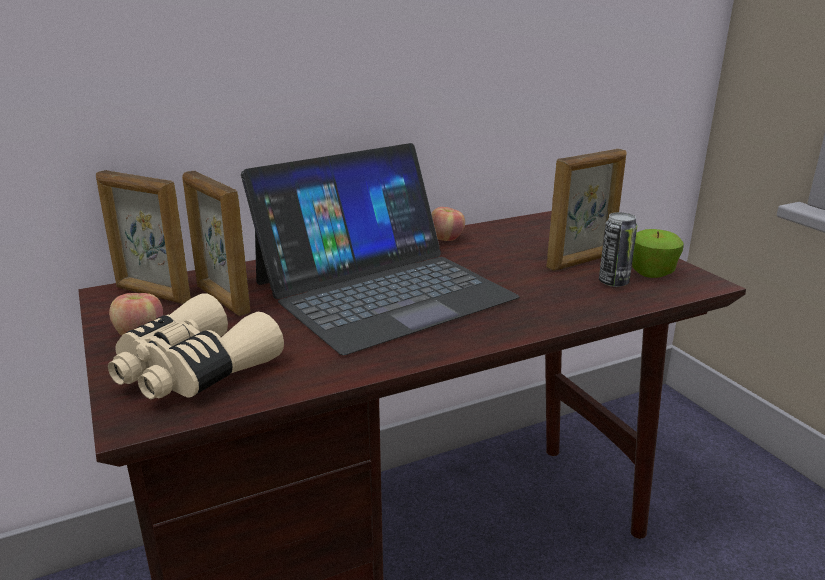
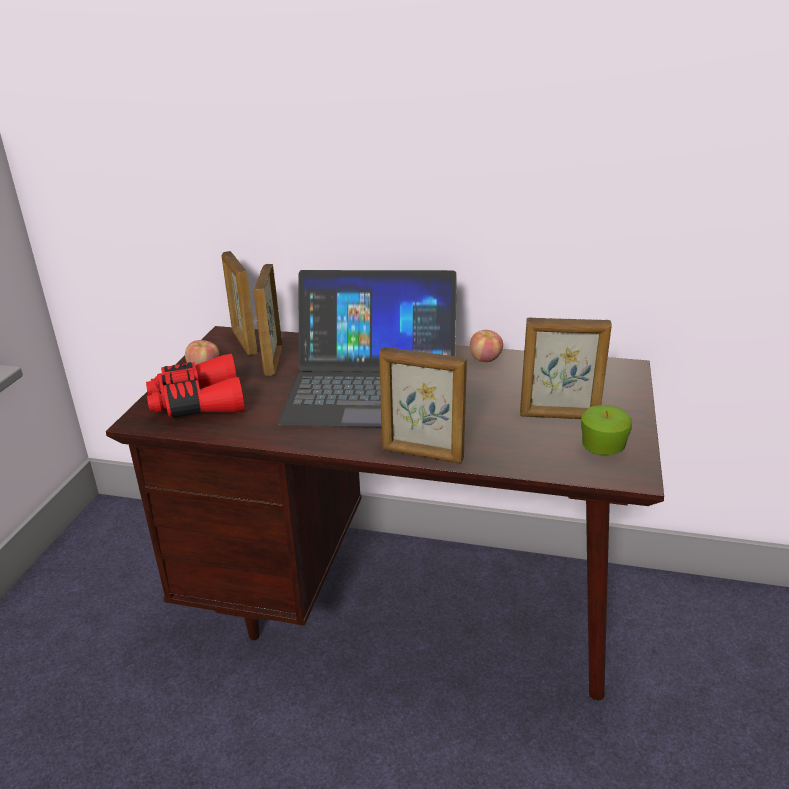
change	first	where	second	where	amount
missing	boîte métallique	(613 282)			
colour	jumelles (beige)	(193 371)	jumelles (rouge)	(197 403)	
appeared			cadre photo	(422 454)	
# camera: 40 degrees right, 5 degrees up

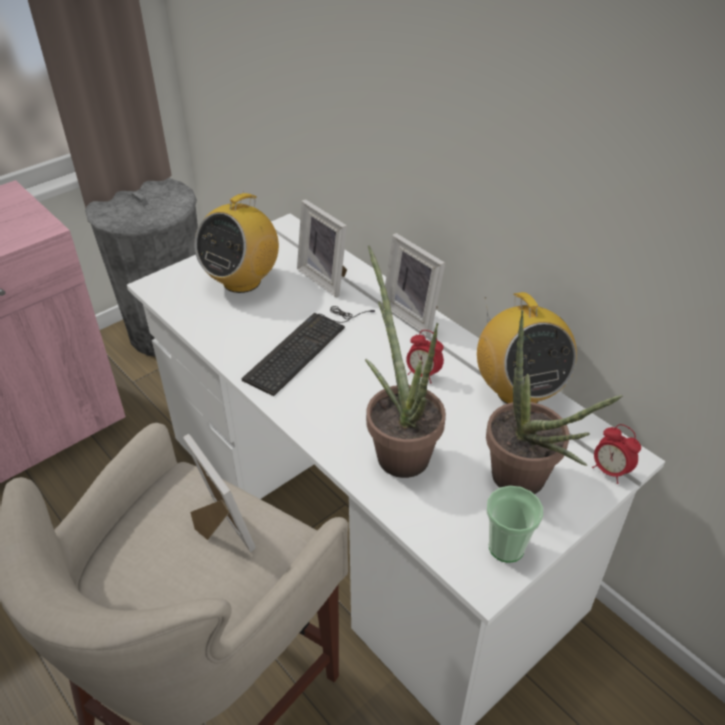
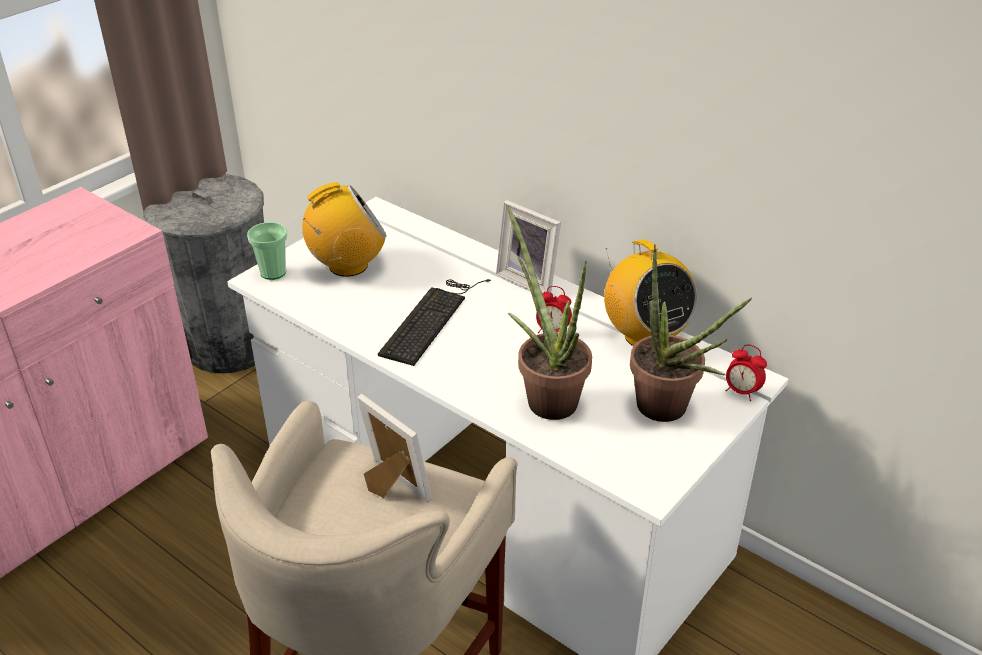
change	first	where	second	where	amount
spun	radio	(242 281)		(347 266)	135 degrees counterclockwise
missing	cadre photo	(326 278)			
relocated	tasse	(506 547)		(273 272)	
# camera: 10 degrees left, 5 degrees down

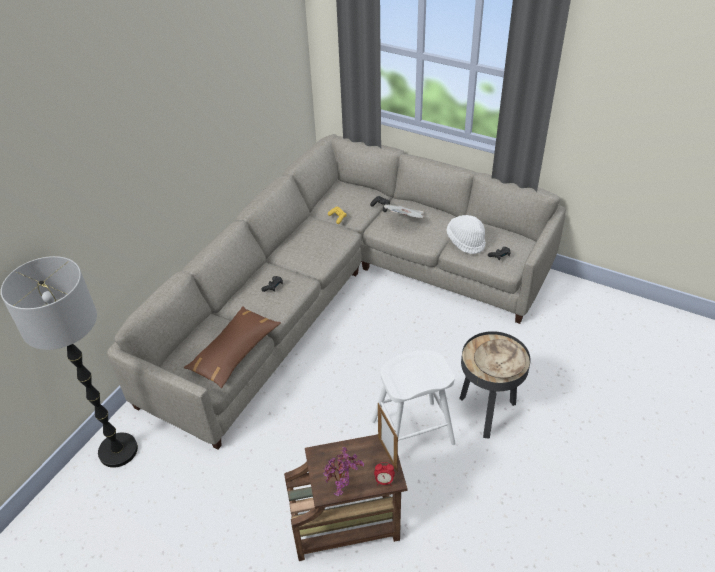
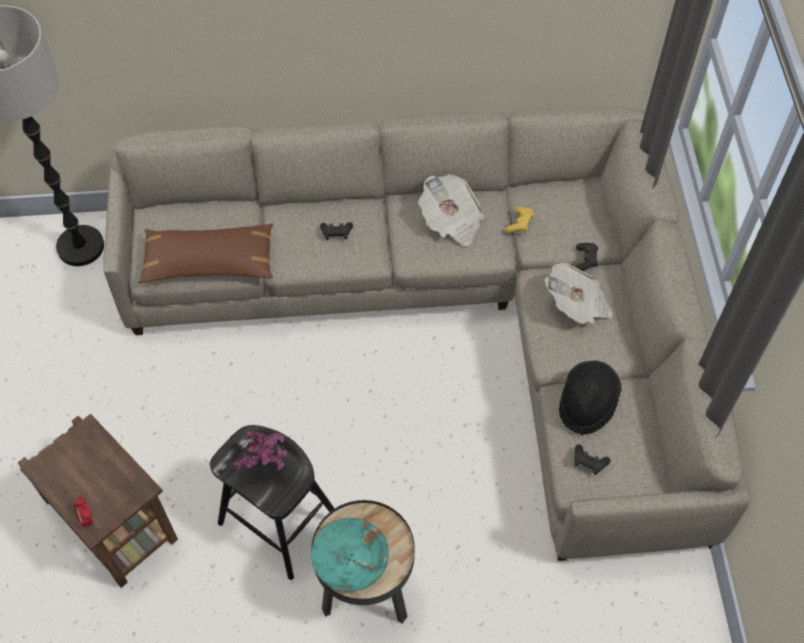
change	first	where	second	where	amount
colour	chapeau (blanc)	(466 241)	chapeau (noir)	(587 403)	
colour	bol (beige)	(498 366)	bol (turquoise)	(351 560)	
colour	tabouret (blanc)	(412 432)	tabouret (noir)	(279 521)	
missing	cadre photo	(387 454)			
relocated	plante en pot	(343 485)		(267 466)	
appeared			journal	(451 221)	
# camera: 55 degrees right, 15 degrees up

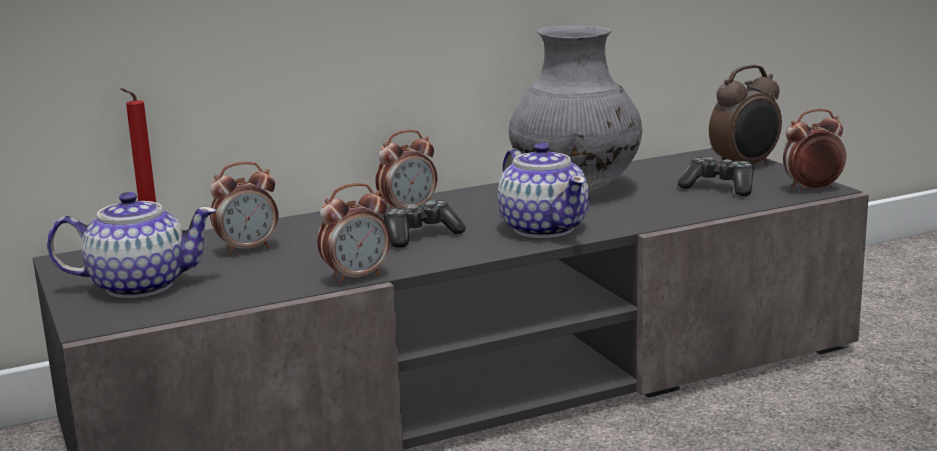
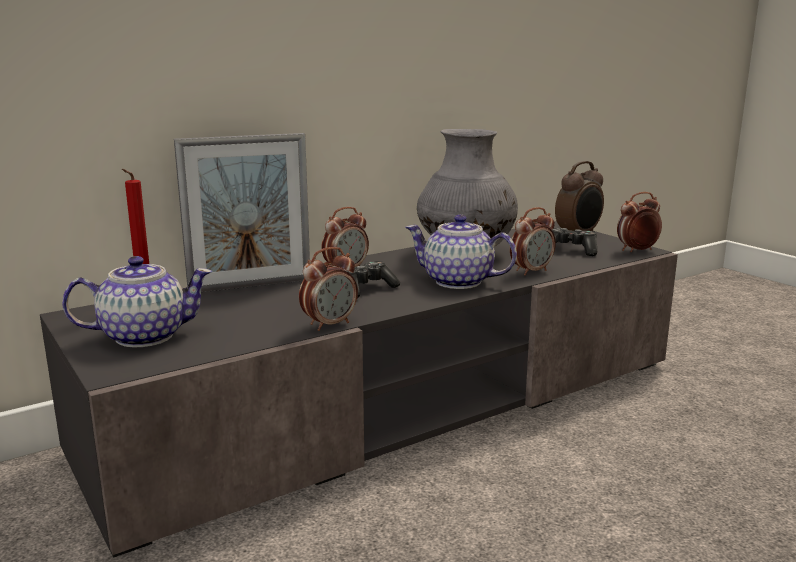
change	first	where	second	where	amount
spun	théière	(544 228)		(458 282)	150 degrees clockwise
relocated	réveil	(248 249)		(531 271)	
appeared			cadre photo	(250 285)	
# camera: 10 degrees left, 0 degrees up

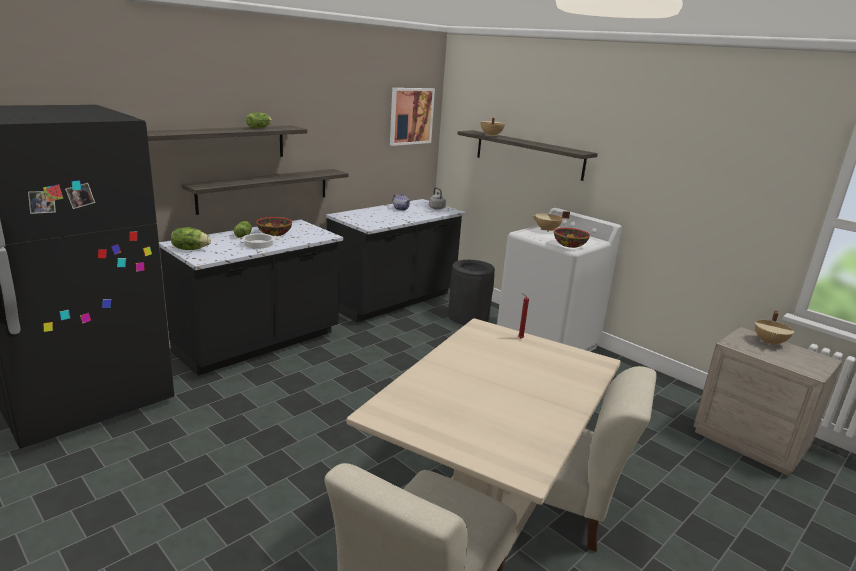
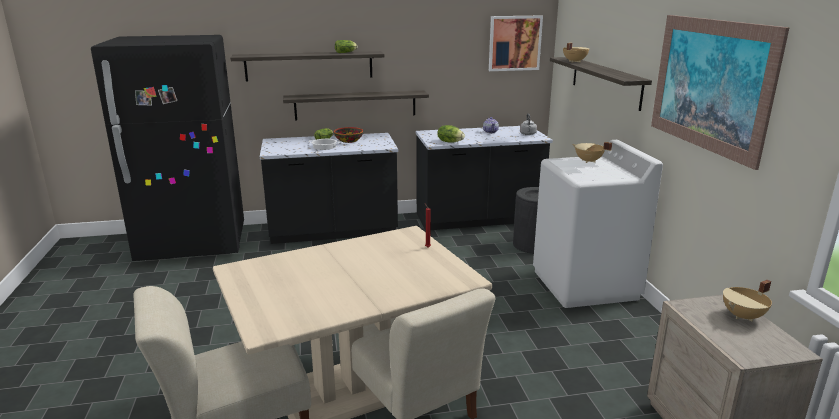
change	first	where	second	where	amount
relocated	laitue	(190 249)		(450 142)	
missing	bol	(569 245)			
appeared			tableau	(710 85)	
# camera: 35 degrees right, 0 degrees up

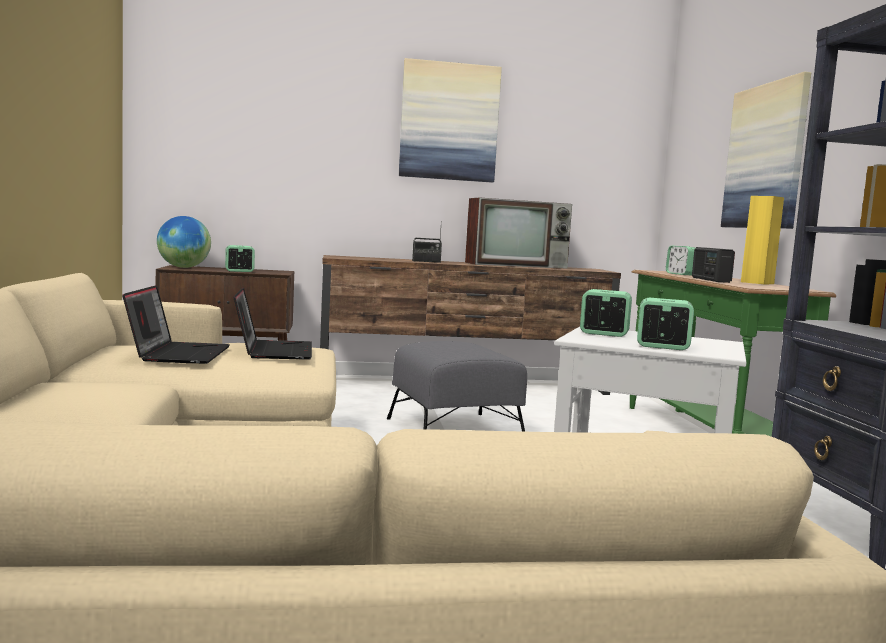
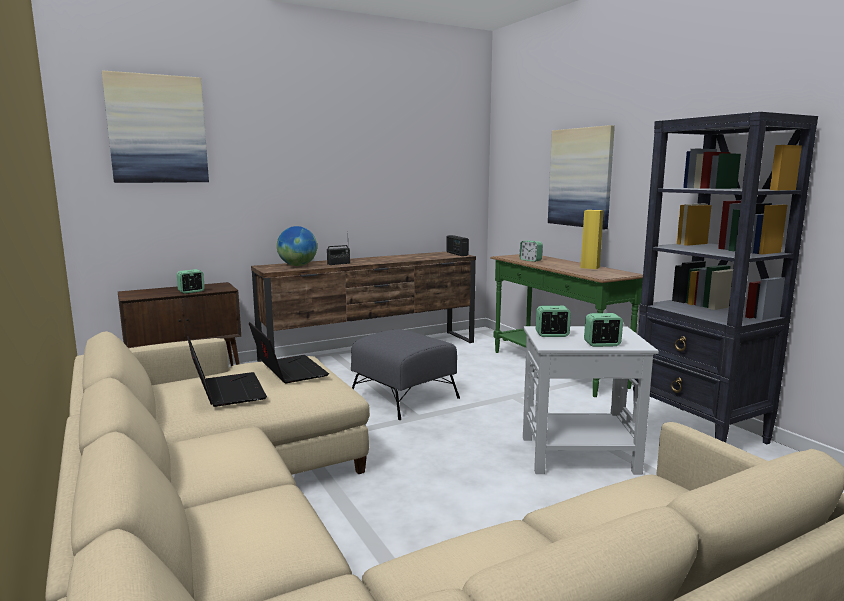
change	first	where	second	where	amount
relocated	tableau	(449 122)		(157 129)	
missing	téléviseur	(517 265)			
relocated	globe	(183 267)		(297 265)	
relocated	radio	(710 280)		(456 254)	
# camera: 20 degrees left, 5 degrees up

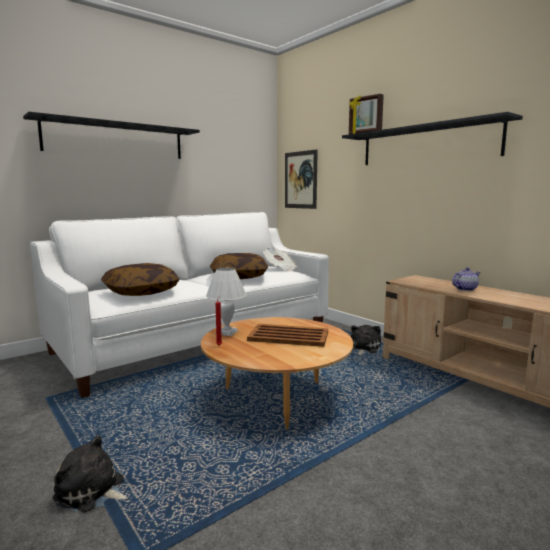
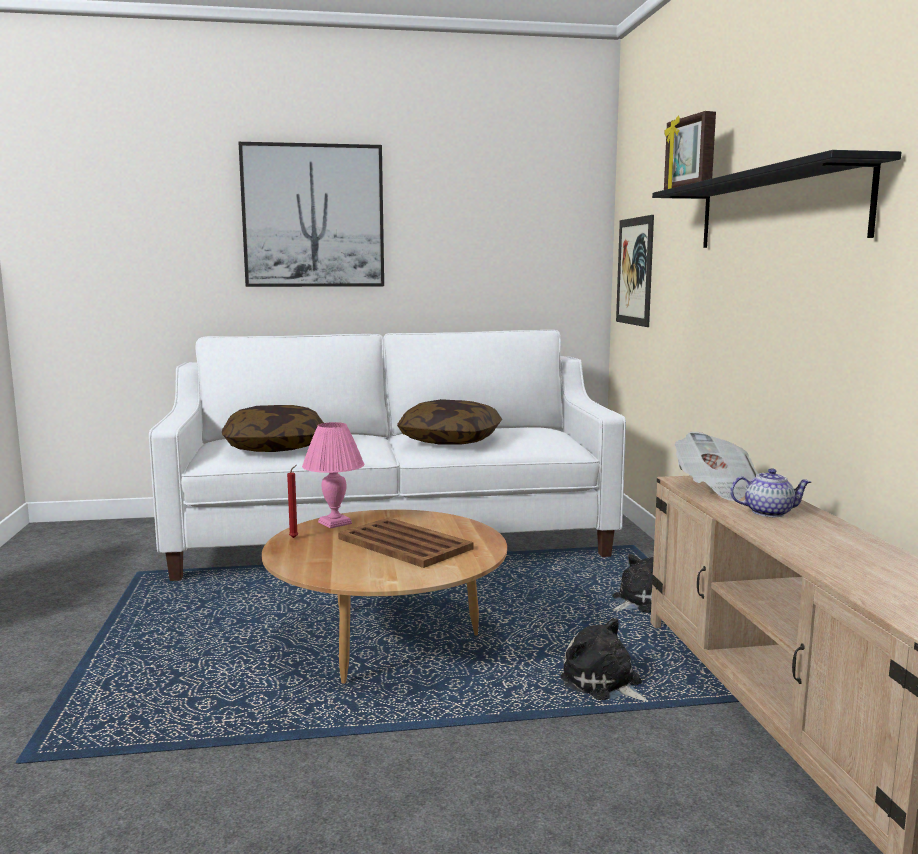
change	first	where	second	where	amount
exchanged	étagère (noir)	(116 140)	tableau	(313 216)	
relocated	journal	(280 268)		(716 488)	
colour	lampe de table (blanc)	(226 332)	lampe de table (rose)	(334 523)	
relocated	peluche	(92 492)		(604 684)	
# camera: 30 degrees right, 0 degrees up

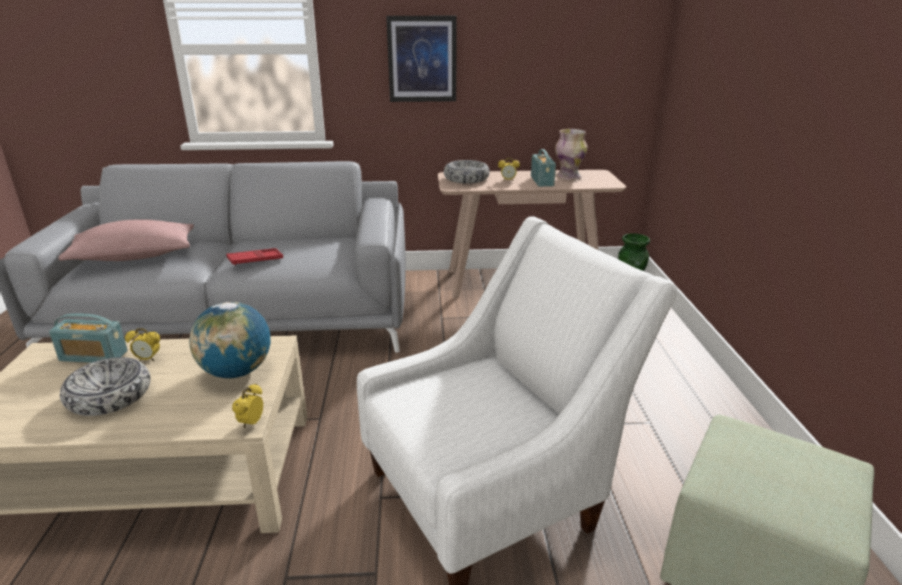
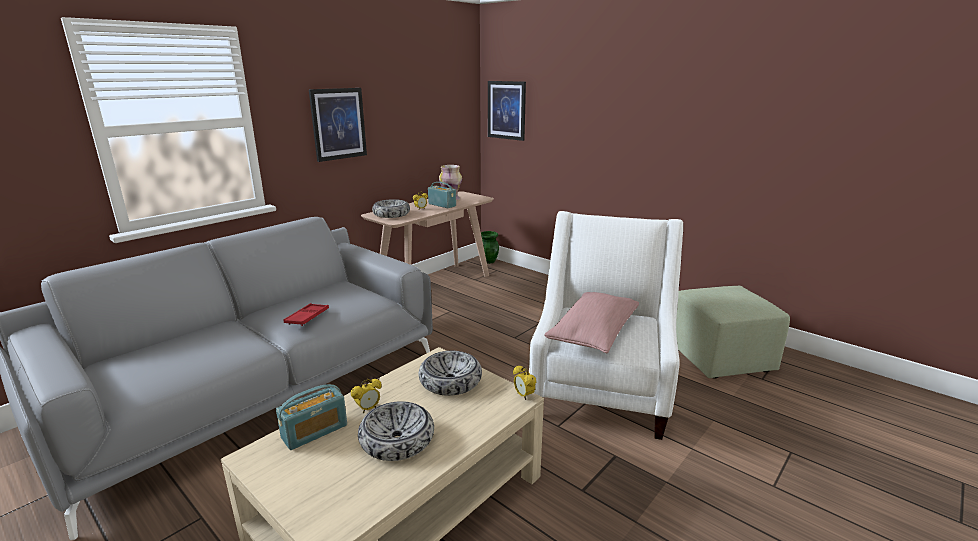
change	first	where	second	where	amount
relocated	coussin (rose)	(135 256)		(593 334)	
exchanged	globe	(236 371)	bol	(450 381)	
appeared			tableau	(506 110)	
# camera: 45 degrees left, 5 degrees down

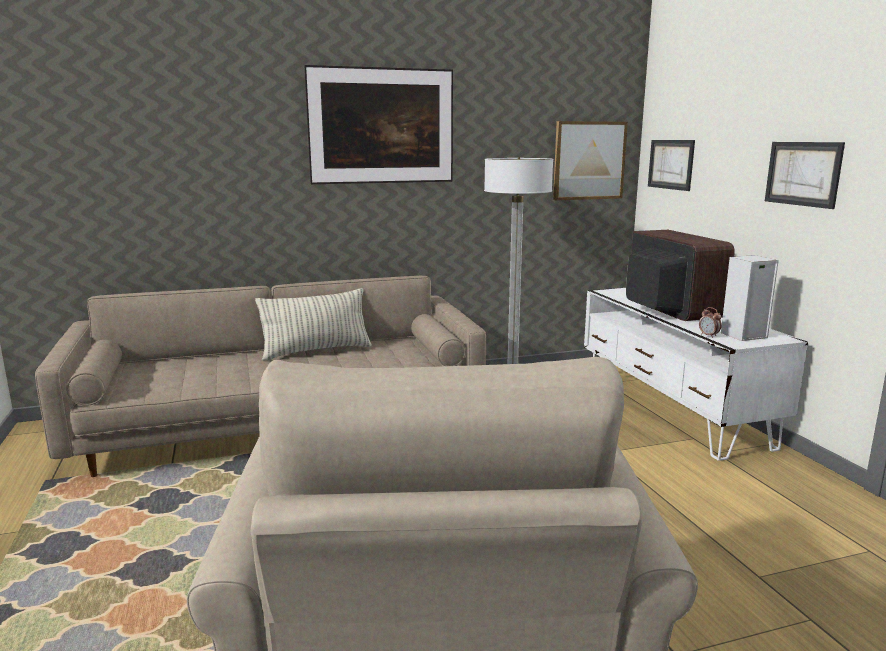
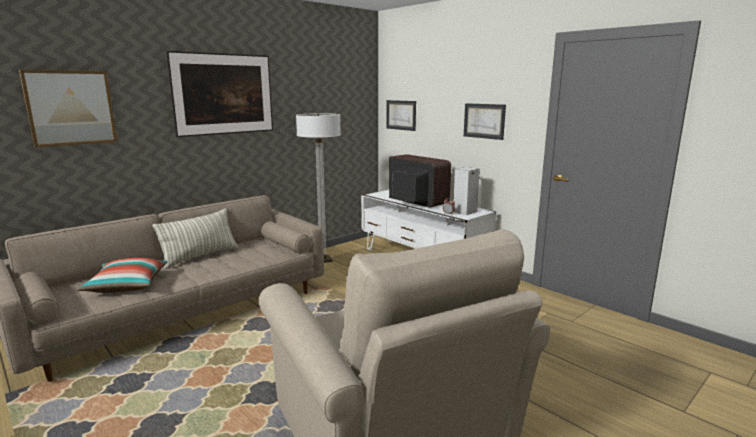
change	first	where	second	where	amount
relocated	tableau	(588 160)		(70 108)	
appeared			coussin	(127 285)	
# camera: 25 degrees left, 0 degrees up

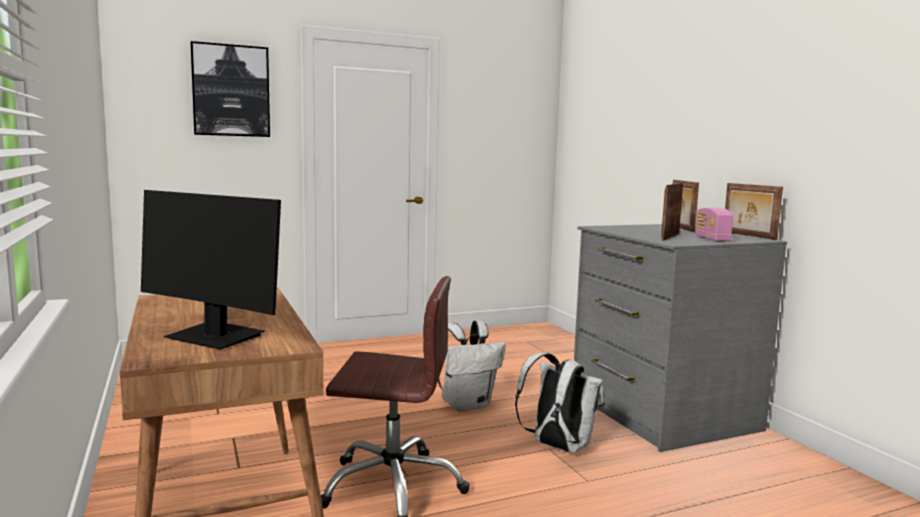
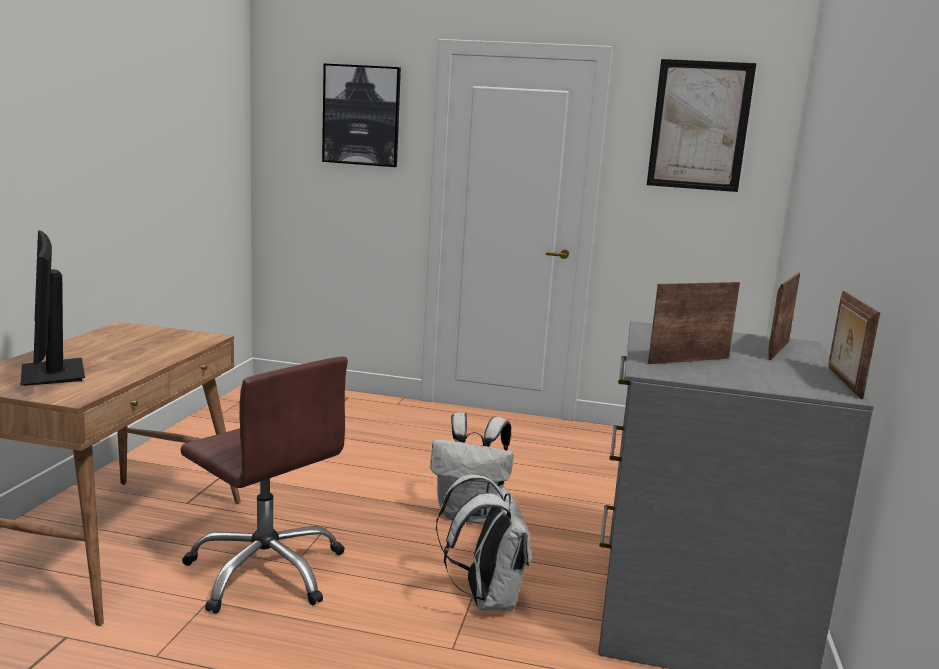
change	first	where	second	where	amount
missing	radio	(712 239)			
appeared			tableau	(699 126)	
# camera: 35 degrees right, 5 degrees up

